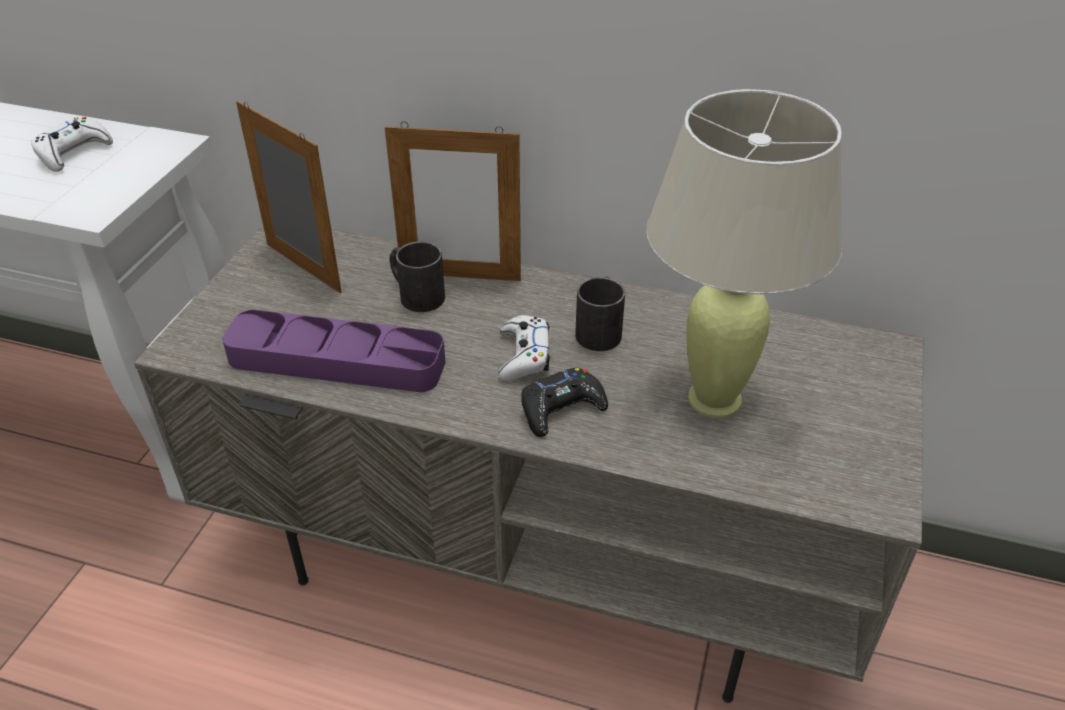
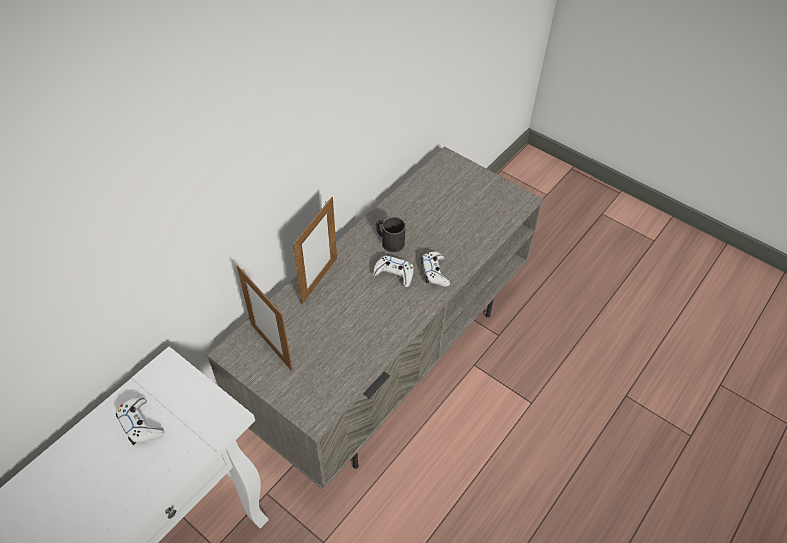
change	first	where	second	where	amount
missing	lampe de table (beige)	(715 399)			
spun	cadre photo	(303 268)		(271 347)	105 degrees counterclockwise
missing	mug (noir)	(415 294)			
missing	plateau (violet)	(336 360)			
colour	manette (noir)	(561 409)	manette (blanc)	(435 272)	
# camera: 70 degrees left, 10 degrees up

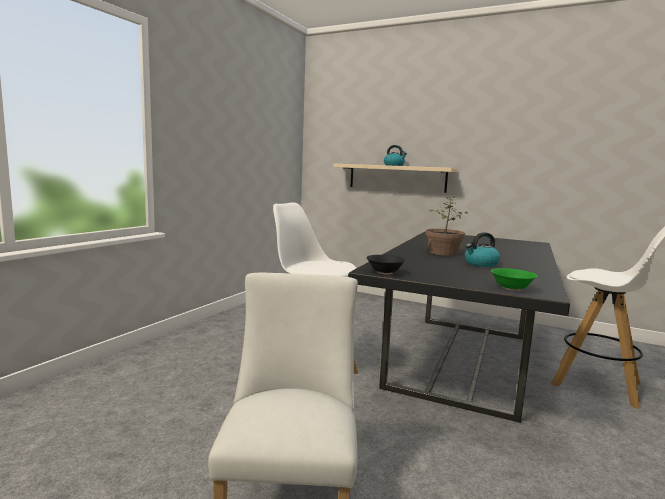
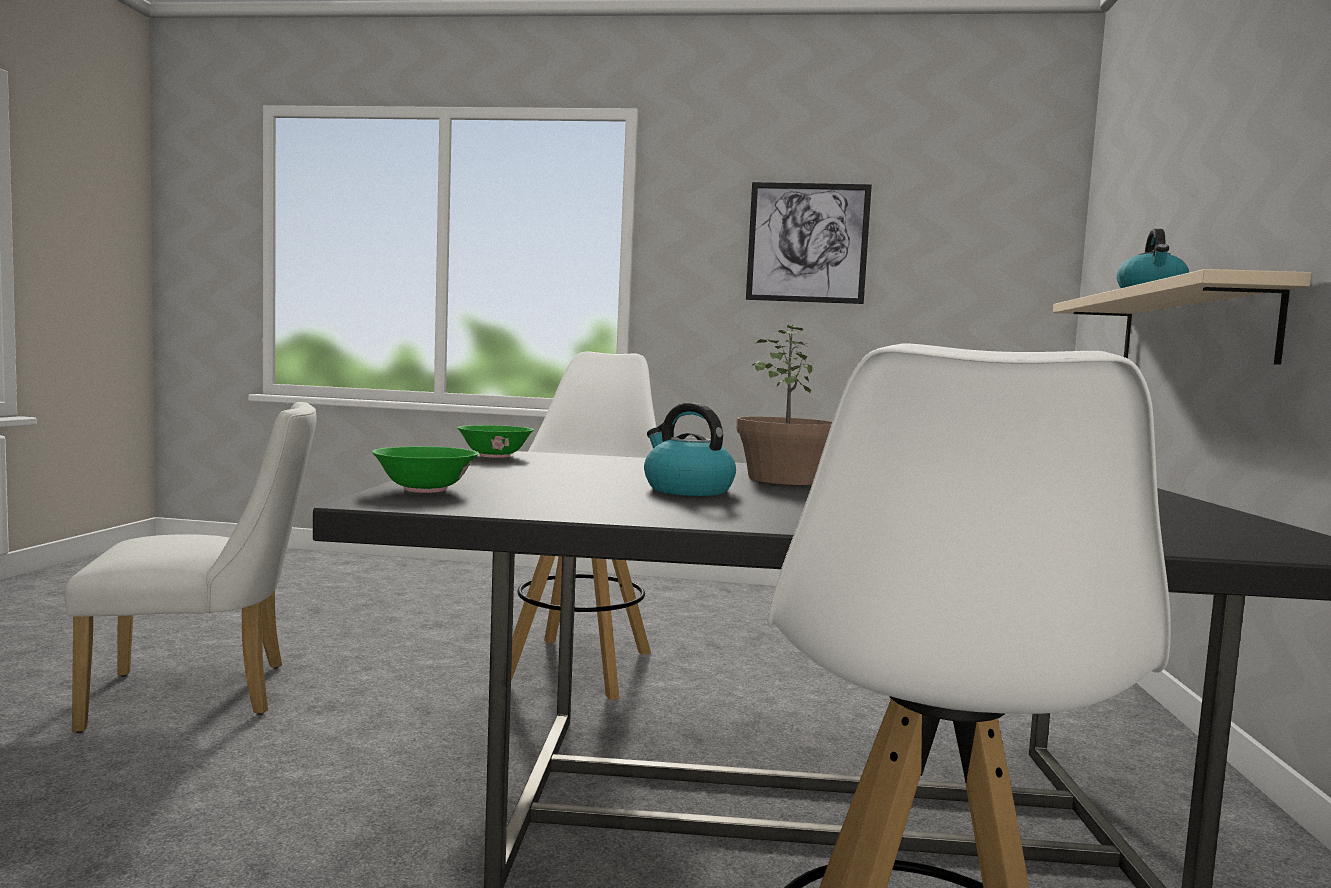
change	first	where	second	where	amount
colour	bol (noir)	(384 272)	bol (vert)	(495 456)	
appeared			tableau	(807 243)	
# camera: 70 degrees right, 5 degrees down

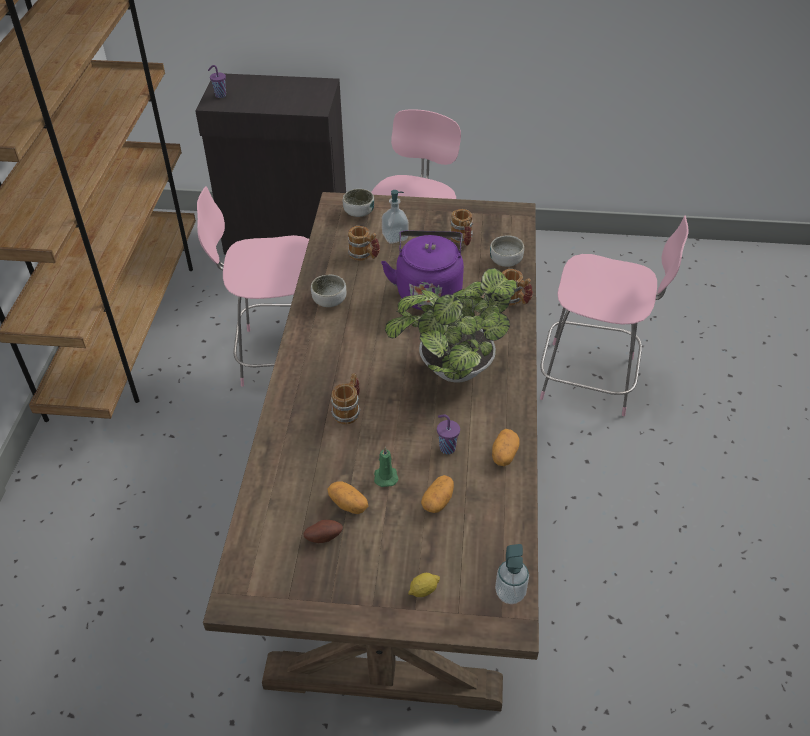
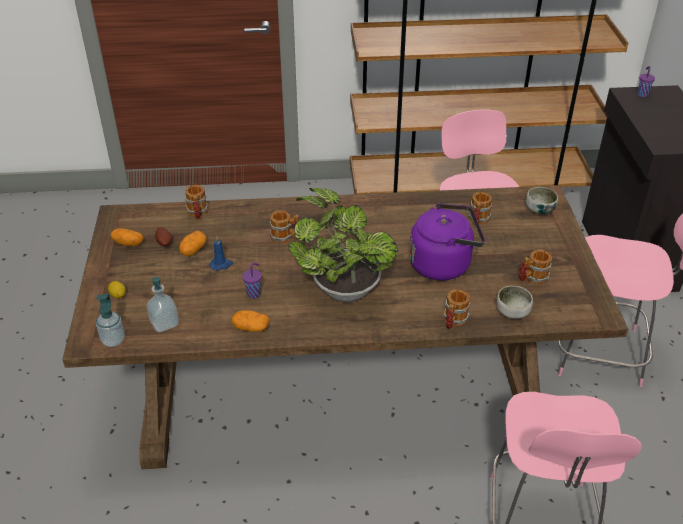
change	first	where	second	where	amount
relocated	distributeur de savon	(395 237)		(164 323)	
missing	bol	(329 300)			
colour	bougie (vert)	(385 476)	bougie (bleu)	(221 264)	
relocated	pomme de terre	(438 501)		(128 243)	
appeared			mug	(197 213)	
# camera: 80 degrees right, 5 degrees down

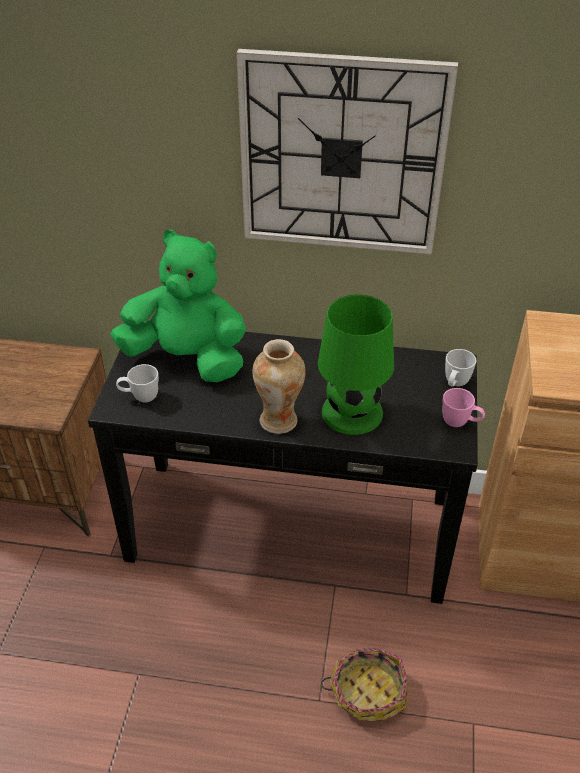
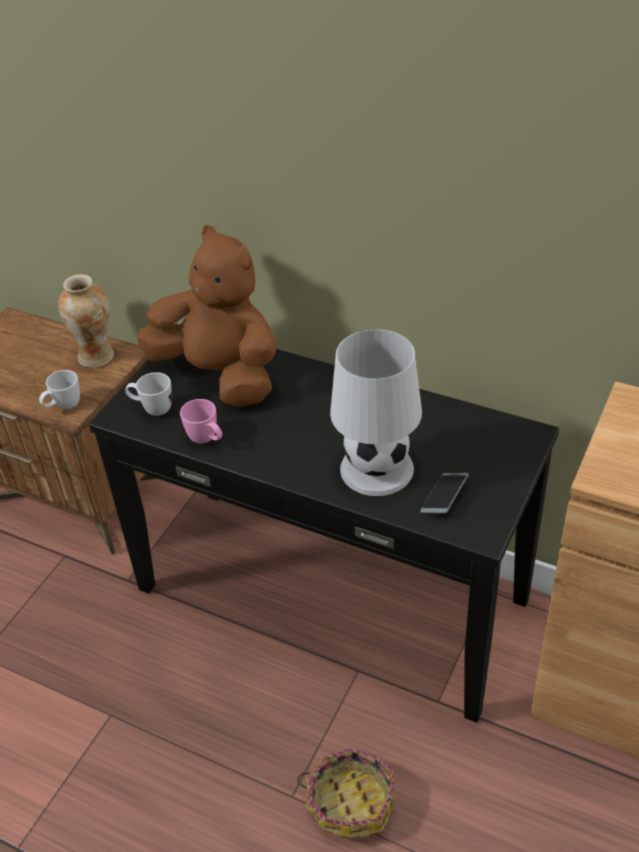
change	first	where	second	where	amount
missing	horloge murale	(341 156)			
colour	peluche (vert)	(187 358)	peluche (marron)	(220 375)	
colour	lampe de table (vert)	(353 412)	lampe de table (blanc)	(377 469)	
relocated	vase	(279 420)		(96 356)	
relocated	mug (blanc)	(455 384)		(63 407)	
relocated	mug (rose)	(460 423)		(207 440)	
appeared			téléphone	(444 497)	
# camera: 20 degrees right, 0 degrees up

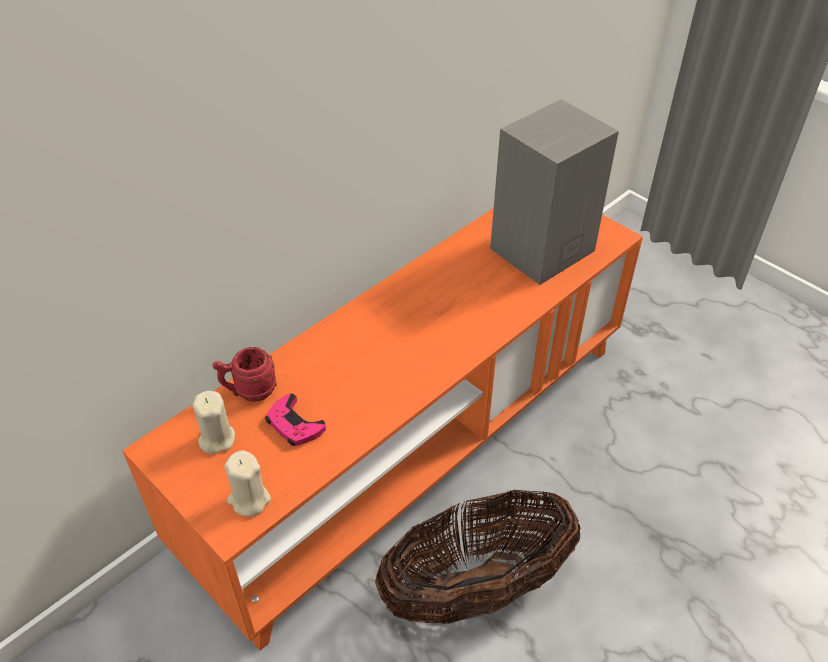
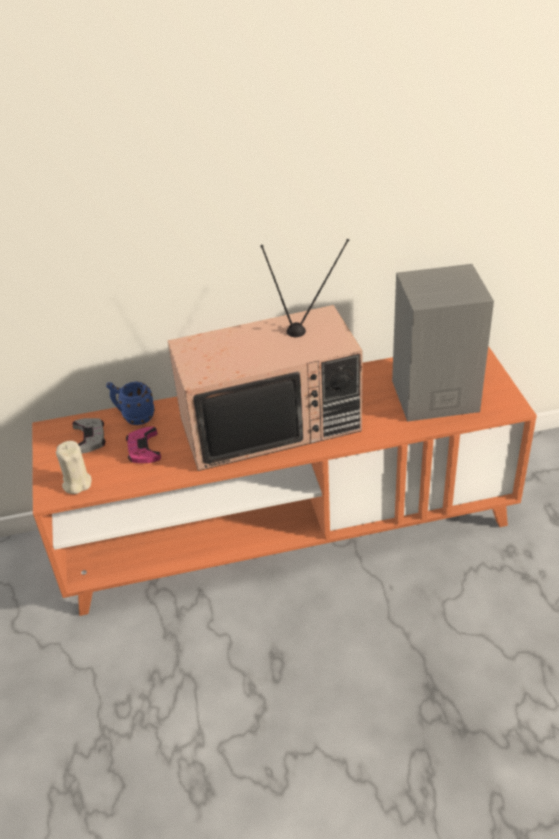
change	first	where	second	where	amount
colour	mug (rouge)	(249 391)	mug (bleu)	(134 417)	
exchanged	bougie (beige)	(216 438)	manette (gris)	(89 438)	
missing	panier	(476 588)			
appeared			téléviseur	(271 422)	
# camera: 35 degrees right, 5 degrees down

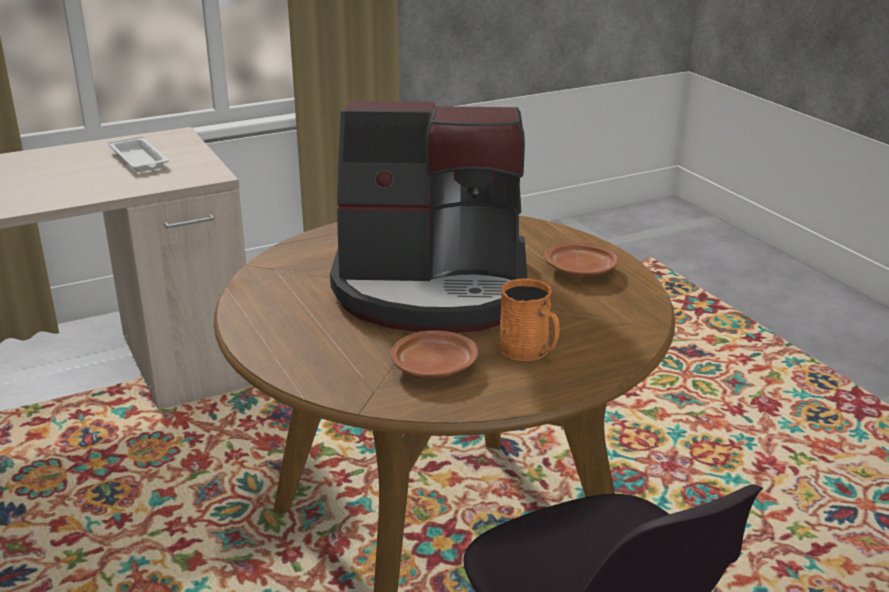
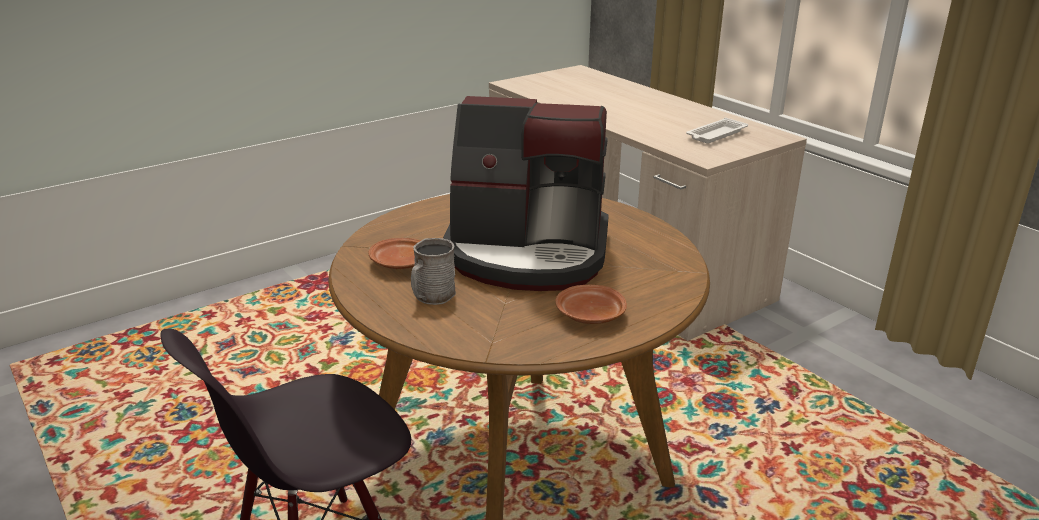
change	first	where	second	where	amount
spun	machine à café	(432 288)		(528 253)	75 degrees counterclockwise
colour	mug (orange)	(529 351)	mug (gris)	(431 297)	
# camera: 80 degrees right, 0 degrees up

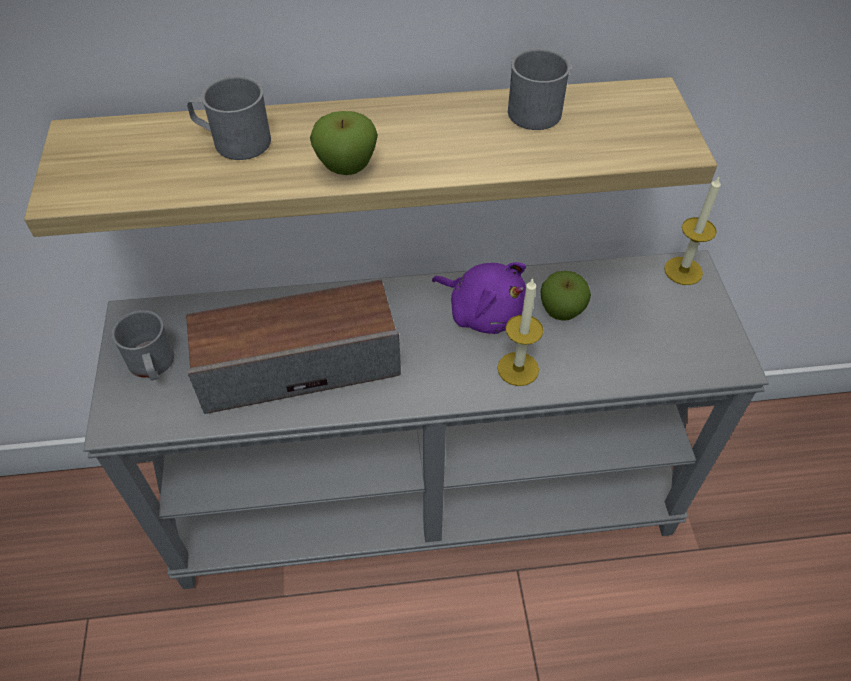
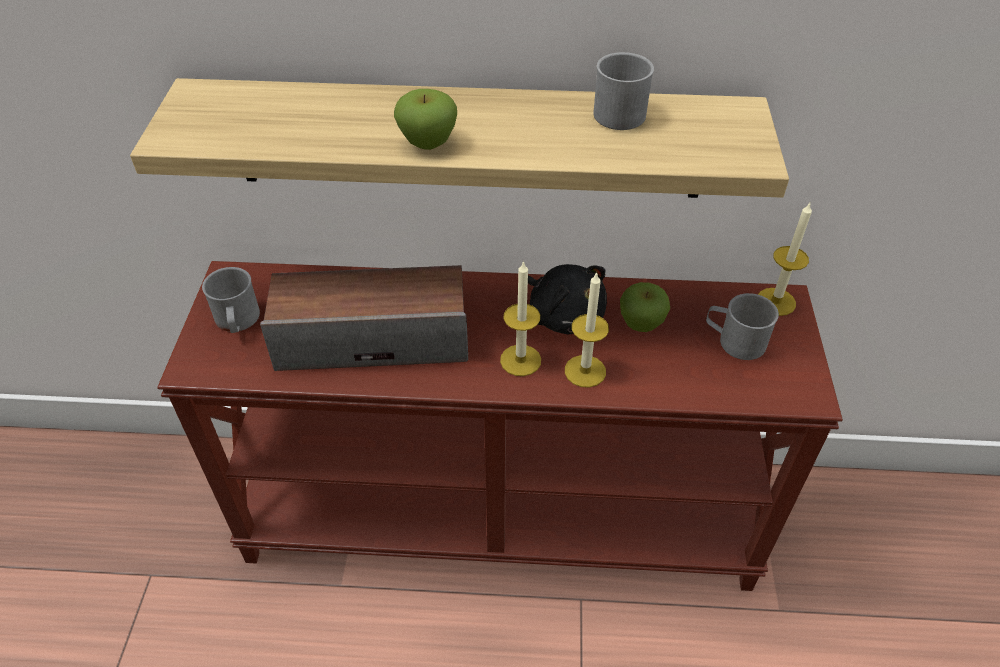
change	first	where	second	where	amount
relocated	mug (gris)	(233 141)		(734 340)	
colour	table console (gris)	(426 498)	table console (marron)	(501 514)	
colour	peluche (violet)	(483 312)	peluche (noir)	(563 314)	
appeared			bougie	(520 360)	
# camera: 10 degrees right, 5 degrees down

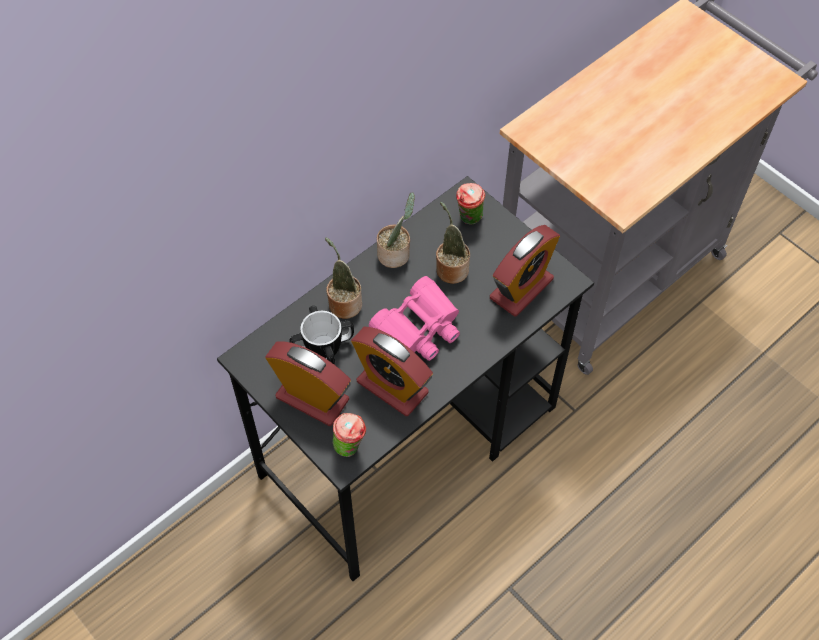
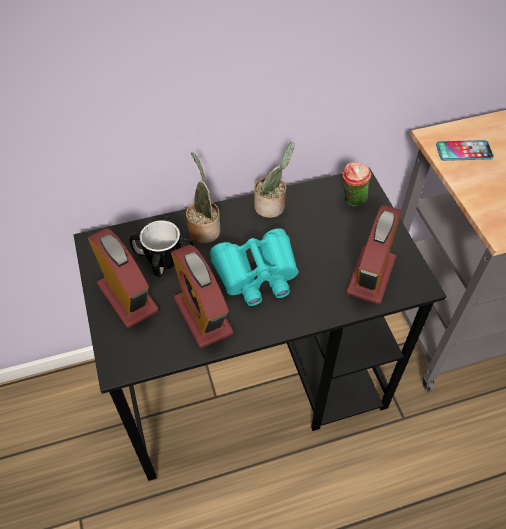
change	first	where	second	where	amount
missing	plante en pot	(450 268)			
spun	réveil	(521 288)		(371 275)	135 degrees clockwise
colour	jumelles (rose)	(418 328)	jumelles (turquoise)	(257 274)	
missing	tasse	(350 447)			
appeared			téléphone	(464 151)	
# camera: 25 degrees right, 5 degrees down

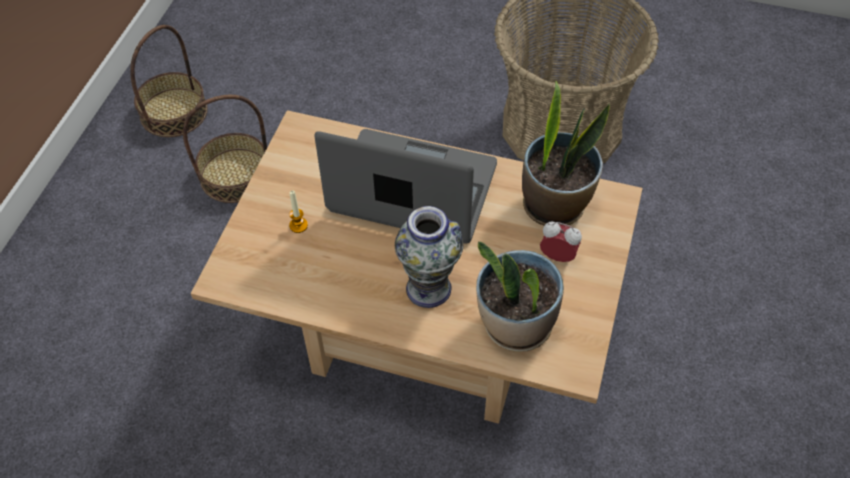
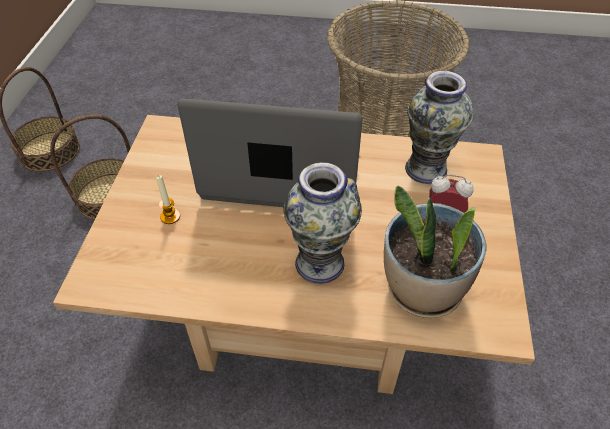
change	first	where	second	where	amount
exchanged	plante en pot	(555 205)	vase	(425 168)	
# camera: 10 degrees left, 5 degrees down

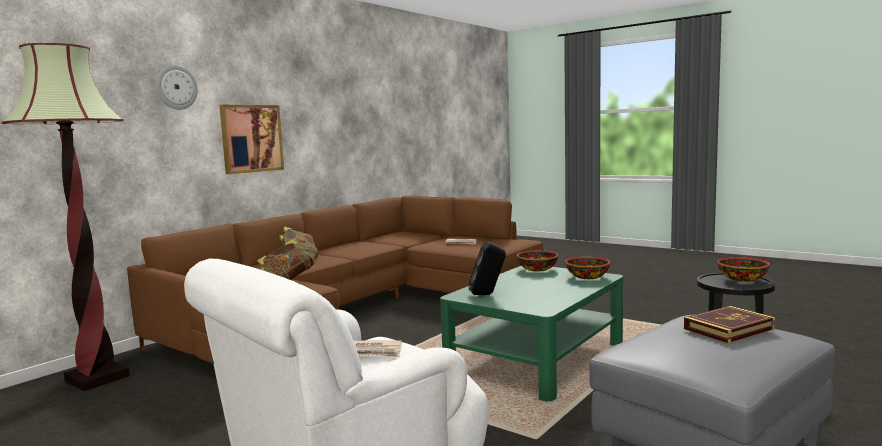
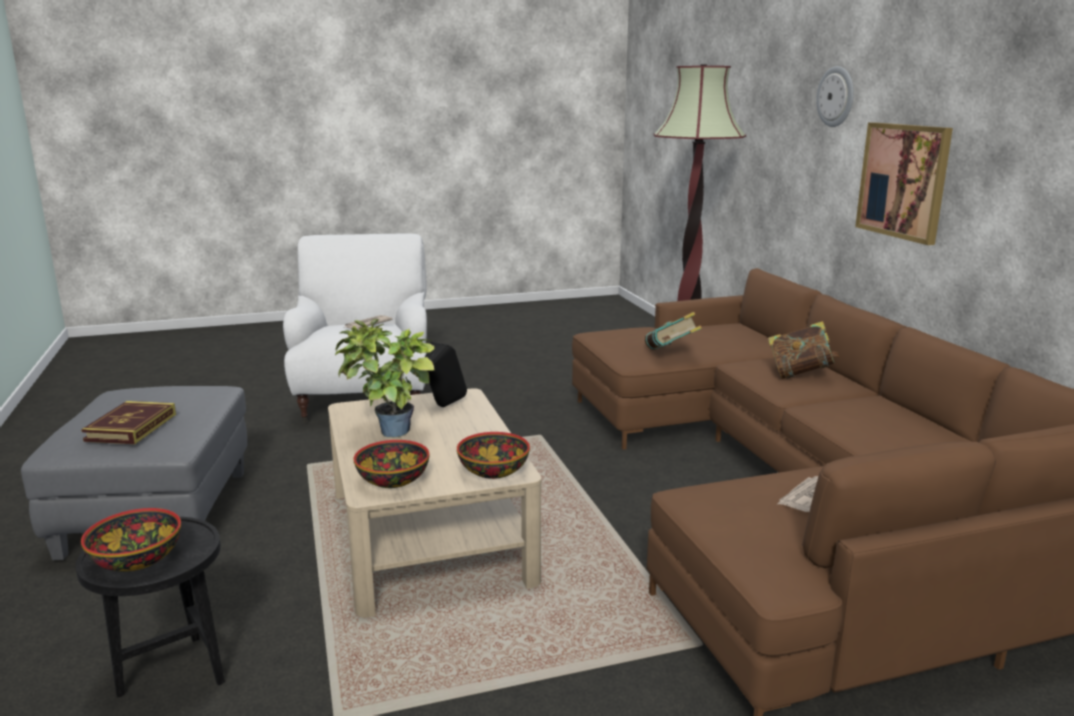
change	first	where	second	where	amount
colour	table basse (vert)	(536 358)	table basse (beige)	(429 535)	
appeared			plante en pot	(388 435)	
# camera: 125 degrees right, 10 degrees up

